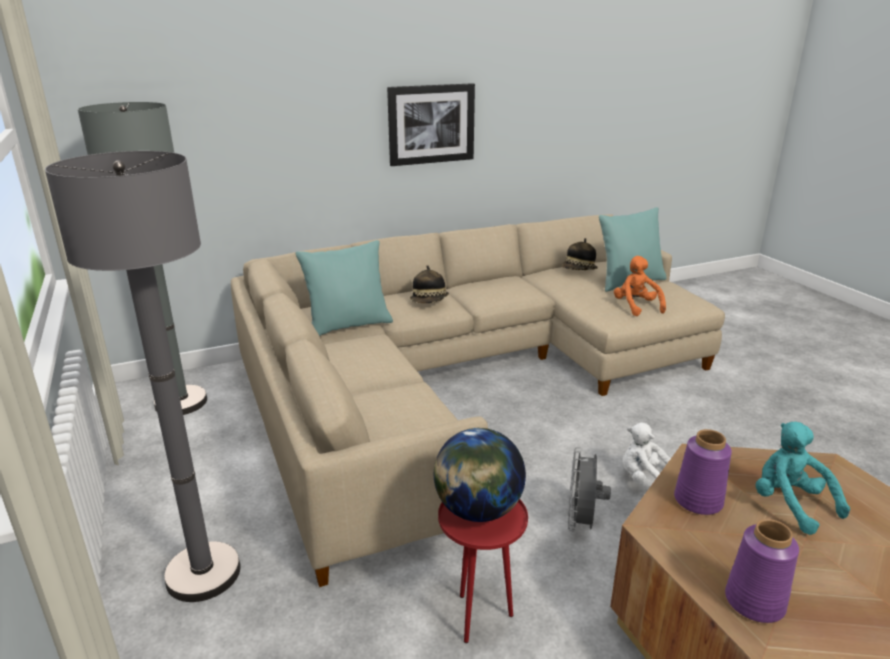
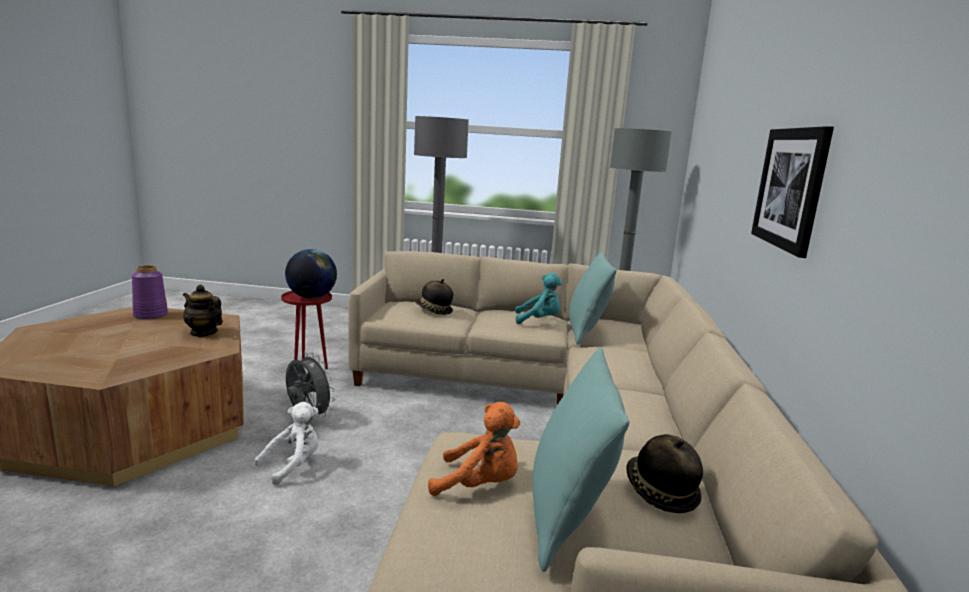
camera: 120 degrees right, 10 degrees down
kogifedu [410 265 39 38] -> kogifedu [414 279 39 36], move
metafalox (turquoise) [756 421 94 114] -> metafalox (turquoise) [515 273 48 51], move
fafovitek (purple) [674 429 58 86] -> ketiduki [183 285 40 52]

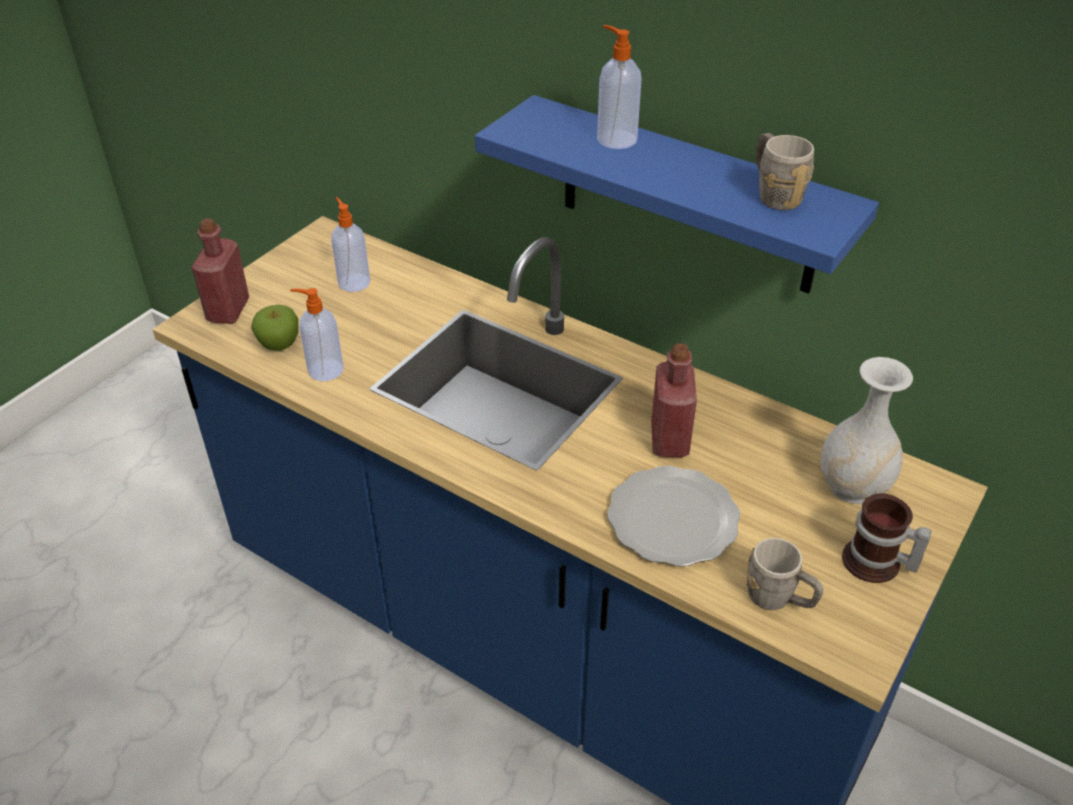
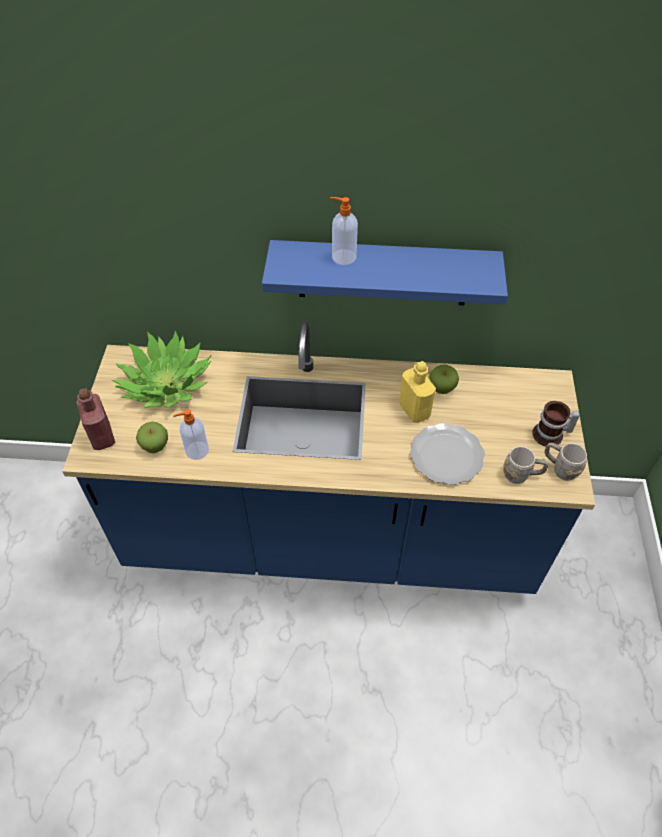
camera: 30 degrees left, 10 degrees up
fafovitek (white) [820 357 93 147] -> none
none -> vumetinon [430 365 29 29]
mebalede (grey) [756 133 58 77] -> mebalede (grey) [544 443 43 38], move
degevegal [331 197 39 95] -> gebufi [112 330 100 78]
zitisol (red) [651 344 46 113] -> zitisol (yellow) [399 361 37 62]

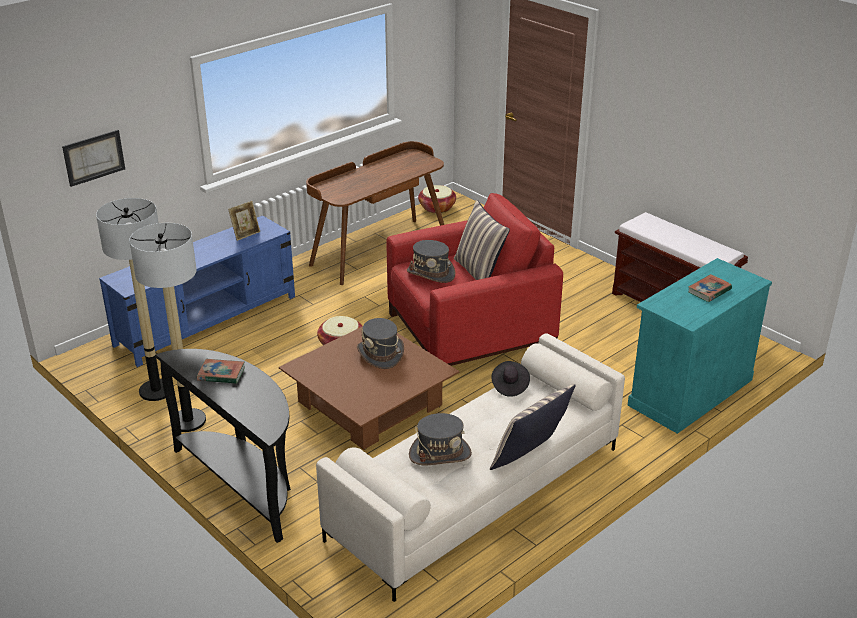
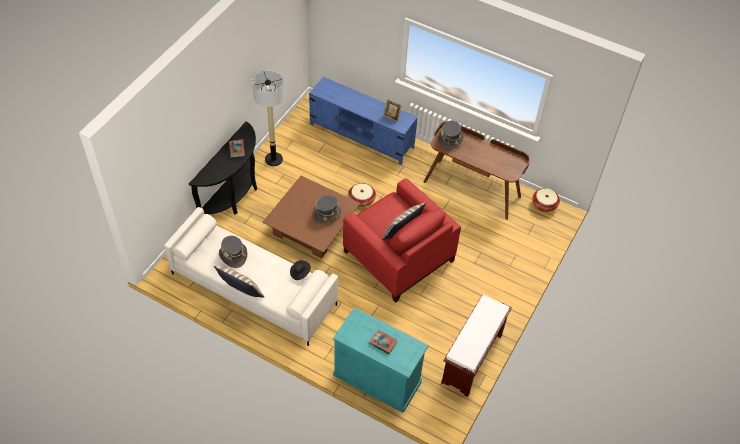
camera: 70 degrees right, 20 degrees up
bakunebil [62 130 63 57] -> none
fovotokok [96 198 69 203] -> none
kogifedu (grey) [407 240 48 43] -> kogifedu (grey) [438 121 26 30], move

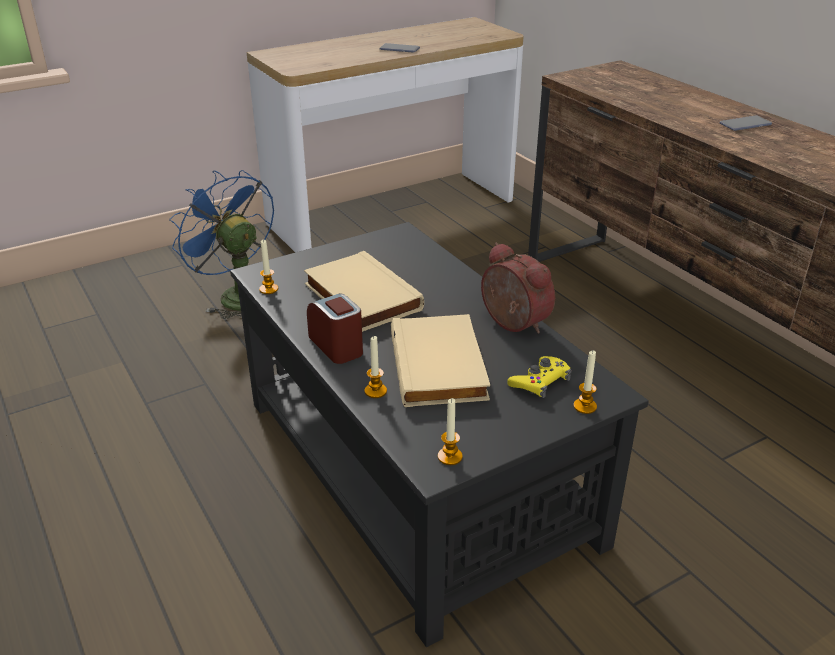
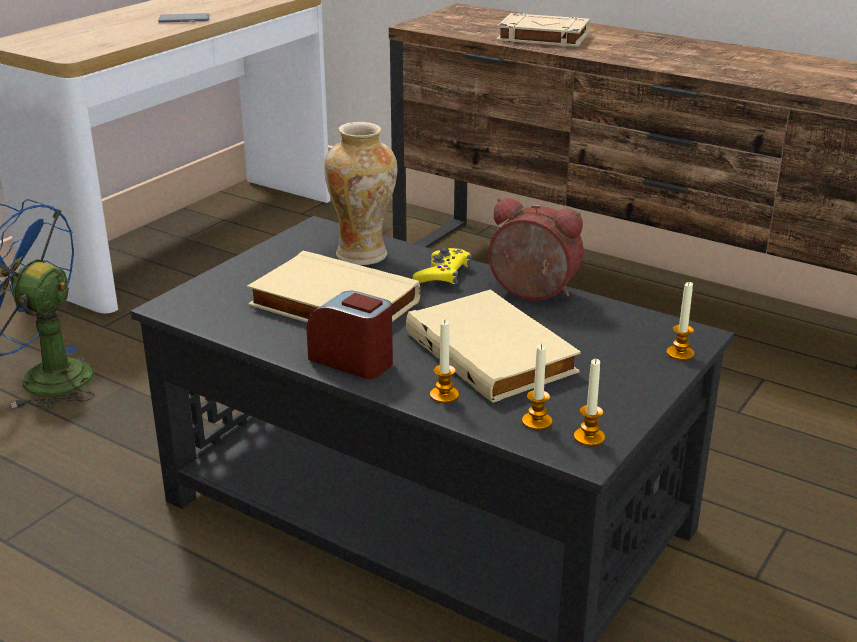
camera: 25 degrees left, 5 degrees down
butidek [720 116 52 15] -> none
none -> fafovitek [324 122 74 143]
none -> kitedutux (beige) [497 13 93 34]
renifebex [259 239 19 55] -> renifebex [522 344 30 86], move
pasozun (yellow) [507 356 65 42] -> pasozun (yellow) [412 248 60 37], move

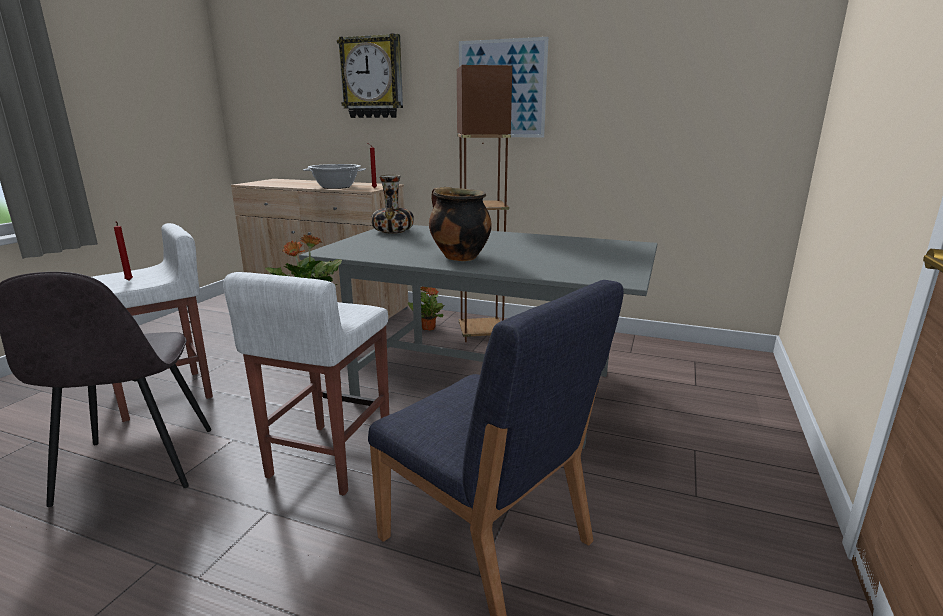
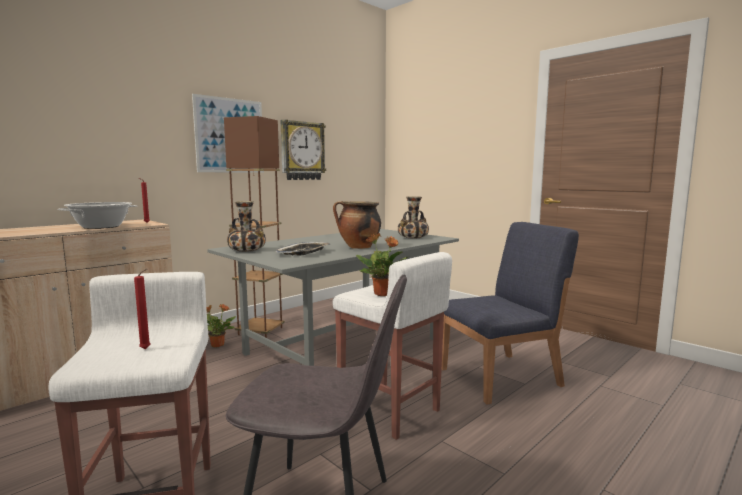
camera: 65 degrees left, 10 degrees down
none -> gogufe [275 242 55 14]
none -> fafovitek [398 196 31 43]
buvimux [337 33 66 85] -> buvimux [281 120 45 60], move

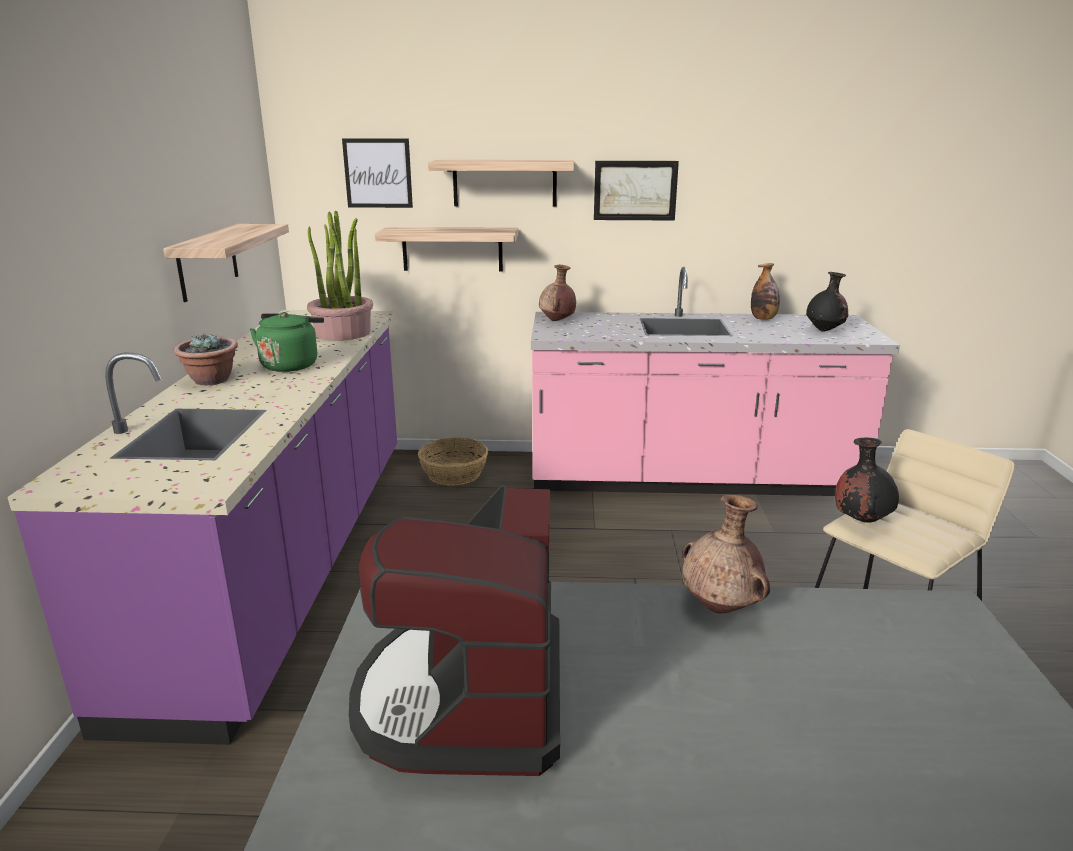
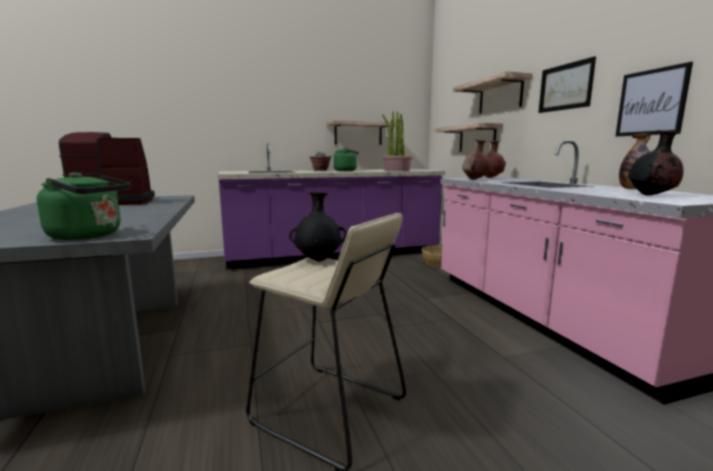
camera: 70 degrees right, 10 degrees down
none -> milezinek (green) [37 172 93 68]
bakunebil [342 138 71 70] -> bakunebil [616 62 77 74], move
fafovitek (brown) [682 495 88 119] -> fafovitek (brown) [462 140 28 40], move

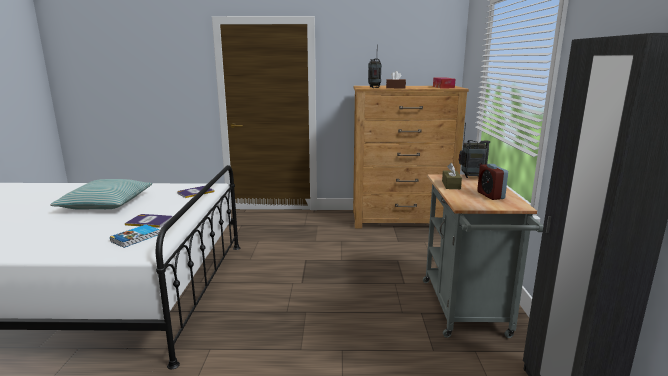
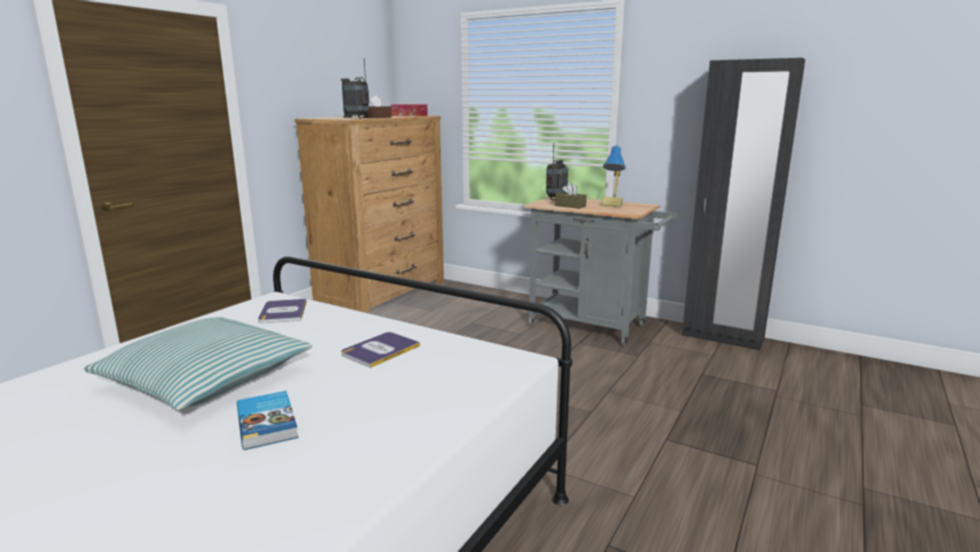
camera: 60 degrees left, 0 degrees up
kitedutux [110 225 49 23] -> kitedutux [237 391 61 59], move
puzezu [477 164 31 36] -> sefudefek [601 145 25 62]

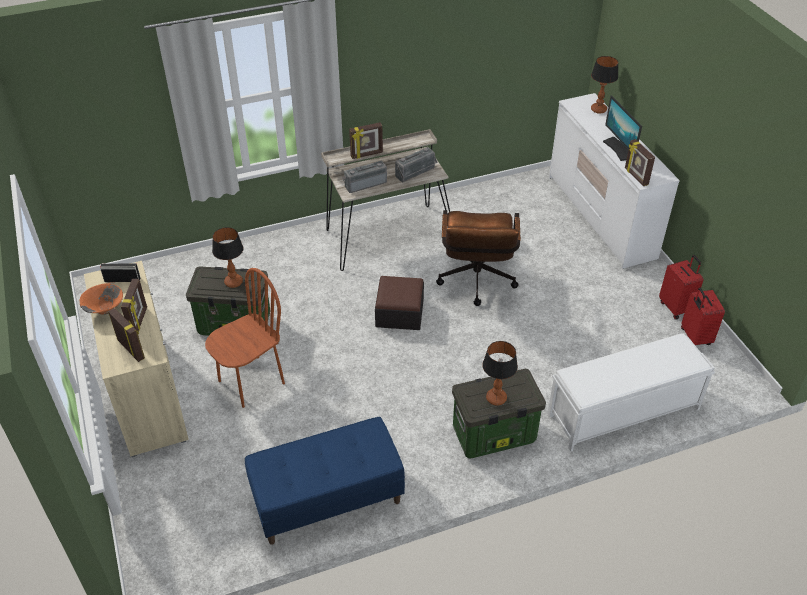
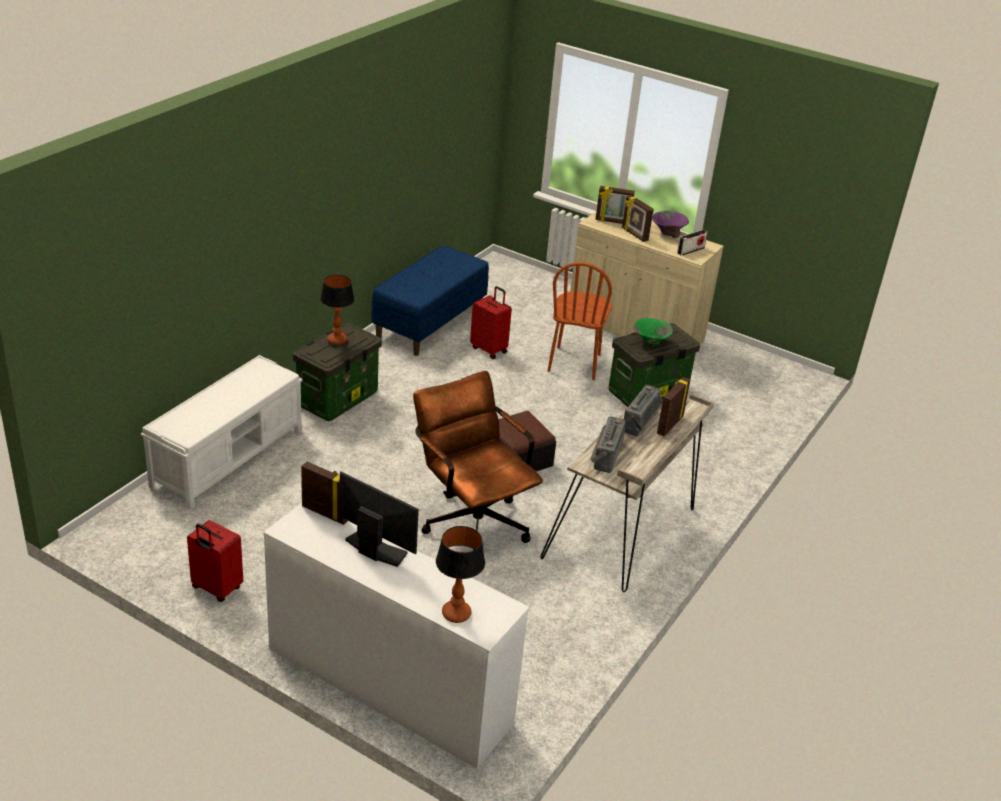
camera: 140 degrees right, 10 degrees down
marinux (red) [681 288 44 58] -> marinux (red) [470 286 42 73], move
sefudefek [212 227 32 61] -> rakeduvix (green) [633 318 40 27]
rakeduvix (orange) [80 283 43 32] -> rakeduvix (purple) [652 211 37 28]

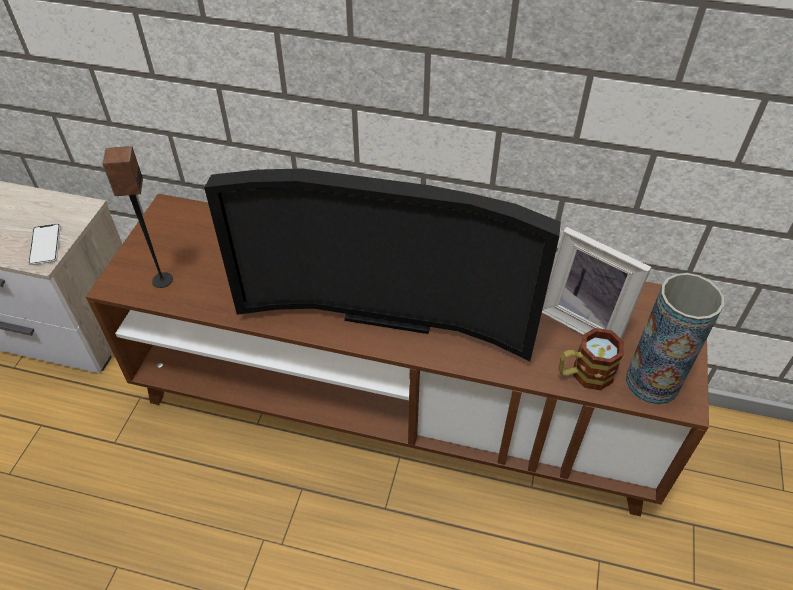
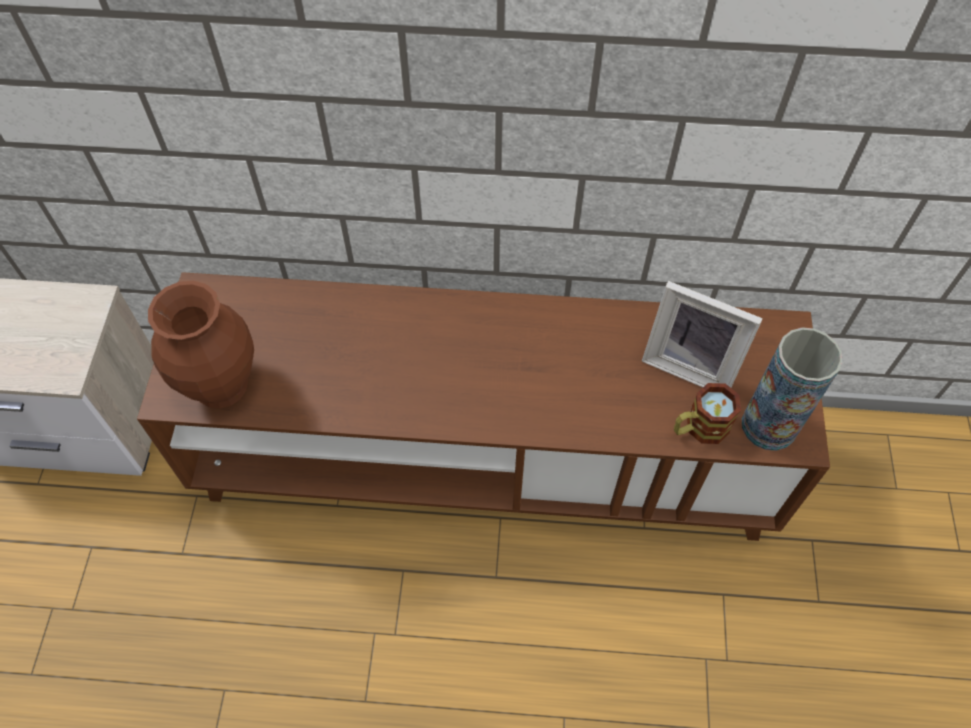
camera: 10 degrees left, 10 degrees up
butidek [28 224 33 41] -> none
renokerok [204 169 357 192] -> none
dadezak [102 146 71 142] -> fafovitek (brown) [148 281 106 128]

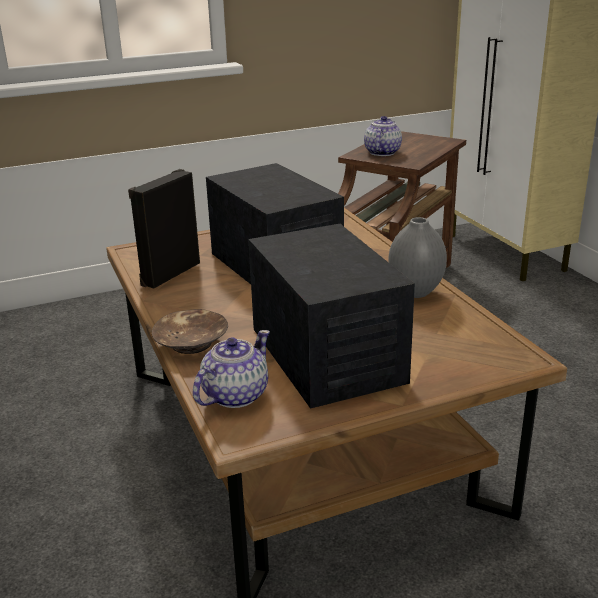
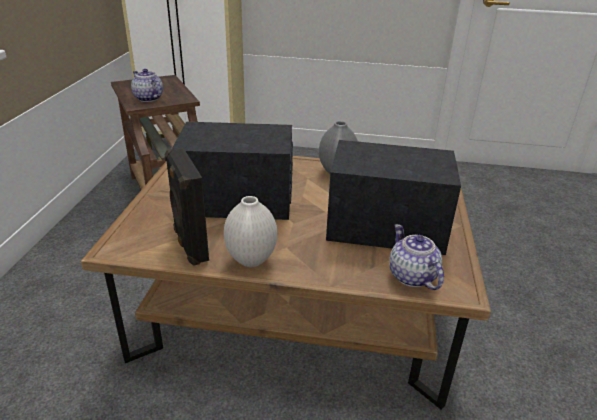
camera: 60 degrees left, 5 degrees up
rakeduvix (brown) [152 309 76 45] -> none
none -> fafovitek (white) [224 196 53 71]

